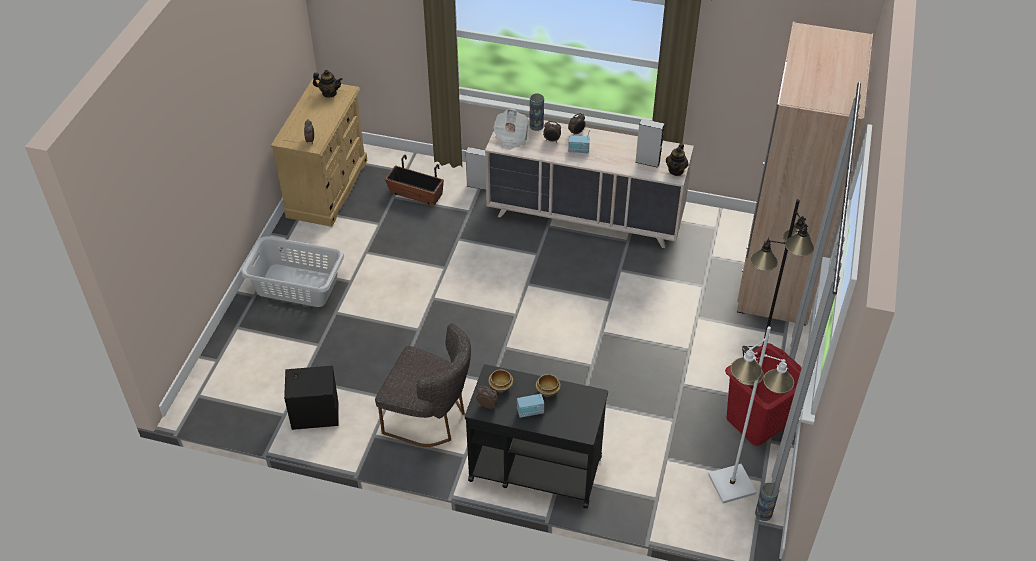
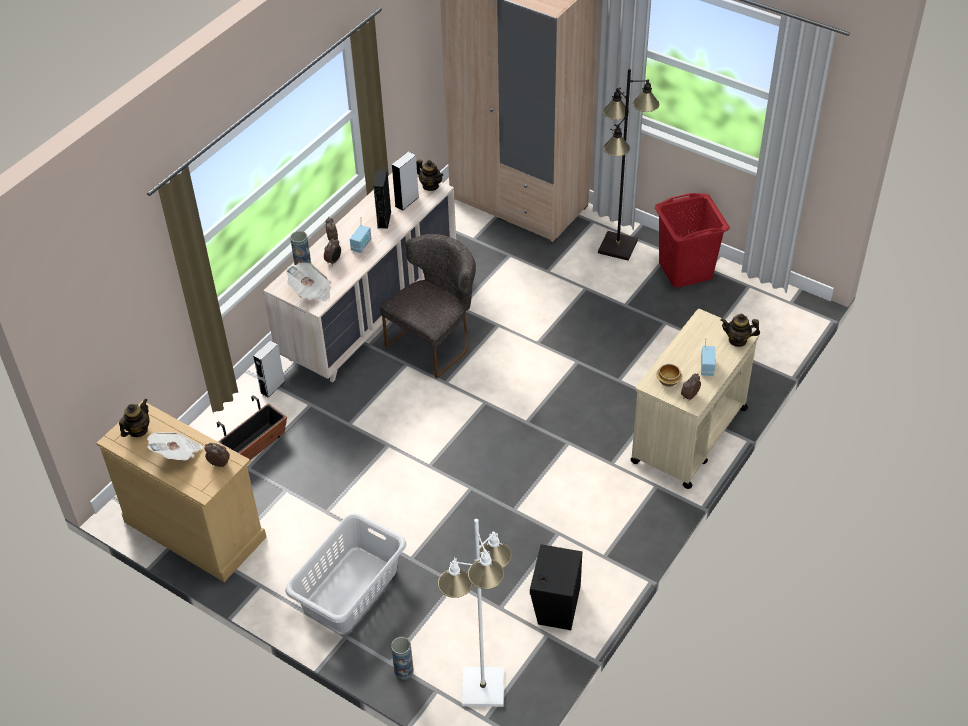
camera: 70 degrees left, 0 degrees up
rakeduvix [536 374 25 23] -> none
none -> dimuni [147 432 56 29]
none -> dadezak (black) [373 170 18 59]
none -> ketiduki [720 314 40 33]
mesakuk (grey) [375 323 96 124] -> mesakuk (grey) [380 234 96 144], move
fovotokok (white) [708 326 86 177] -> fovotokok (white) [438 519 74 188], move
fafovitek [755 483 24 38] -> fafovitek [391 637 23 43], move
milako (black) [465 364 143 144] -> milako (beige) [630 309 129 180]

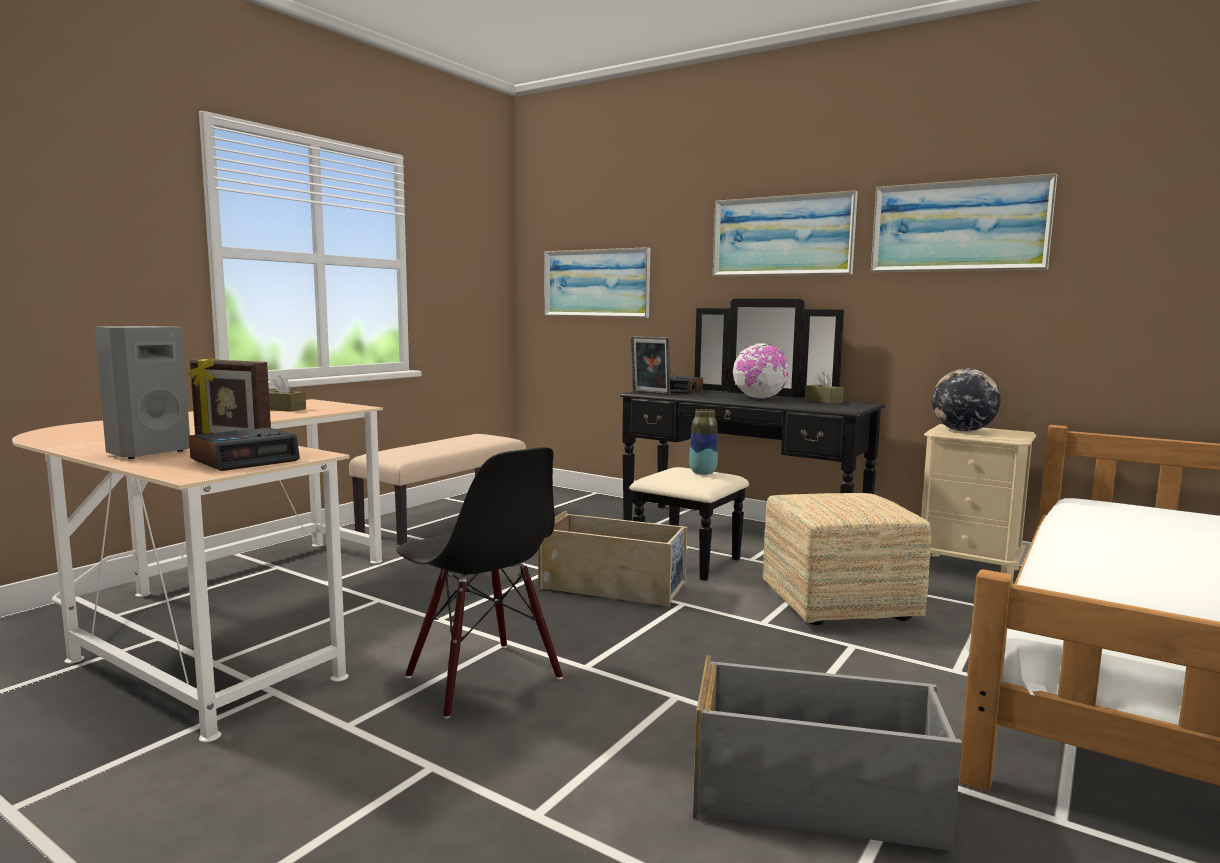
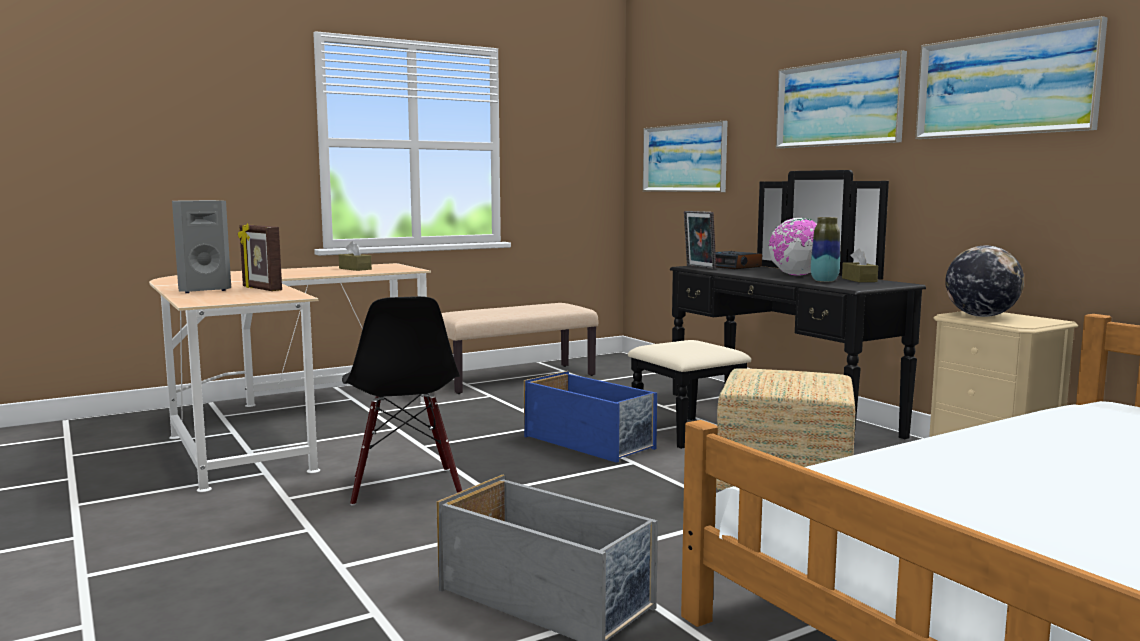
camera: 25 degrees right, 0 degrees up
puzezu [189 427 111 44] -> none
fafovitek [689 409 29 66] -> fafovitek [811 217 29 65], move
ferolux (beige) [538 511 149 96] -> ferolux (blue) [524 371 133 92]

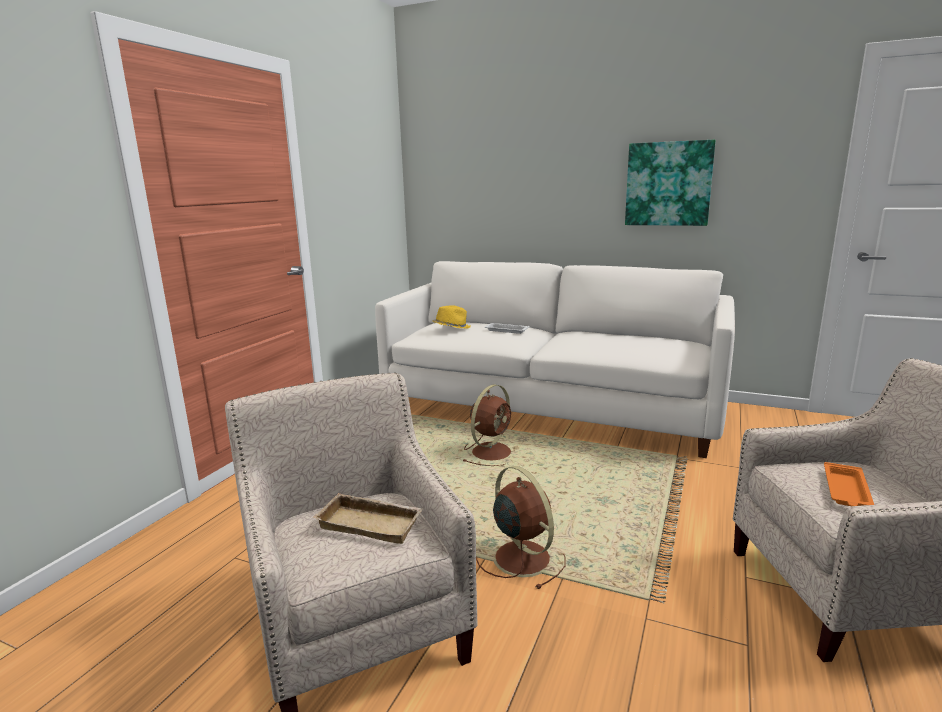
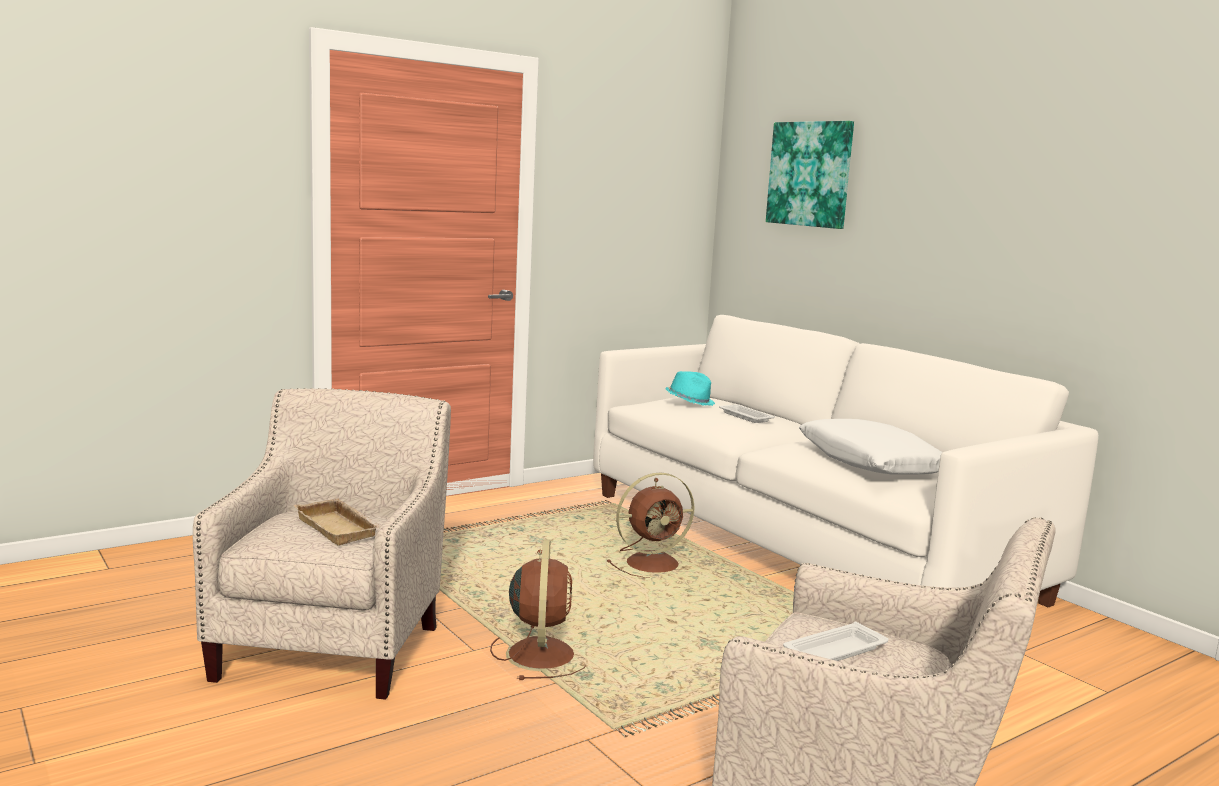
camera: 30 degrees right, 5 degrees down
none -> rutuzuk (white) [799 419 143 56]
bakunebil [625 140 91 86] -> bakunebil [766 121 88 108], move
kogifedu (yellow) [433 305 37 24] -> kogifedu (turquoise) [665 371 50 35]
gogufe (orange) [824 462 50 44] -> gogufe (white) [783 622 106 39]

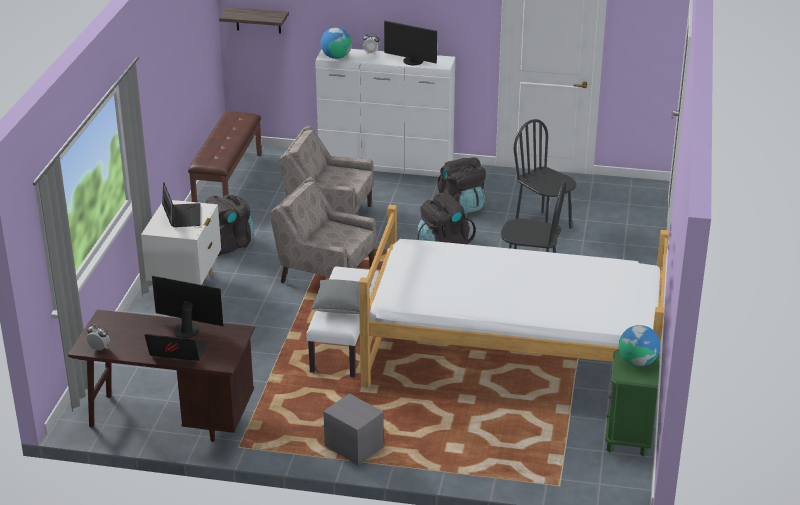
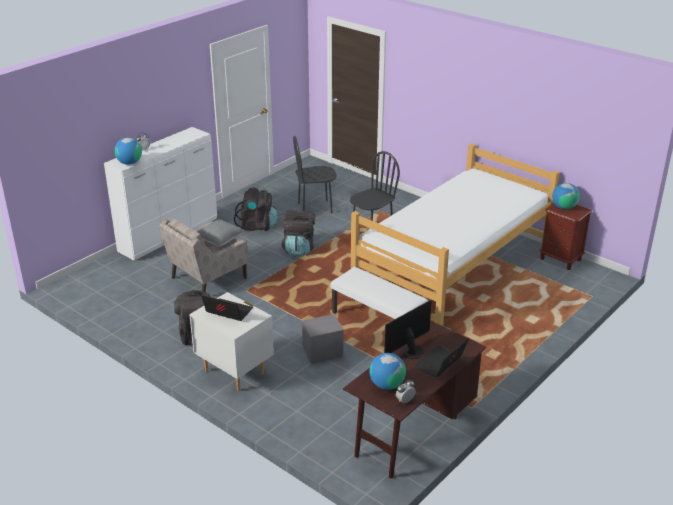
camera: 60 degrees left, 0 degrees up
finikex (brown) [188 112 74 90] -> none
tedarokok [219 7 70 27] -> none
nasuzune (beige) [270 177 106 106] -> none
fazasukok [384 20 53 45] -> none
none -> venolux [370 353 36 37]
rutuzuk (grey) [311 279 60 35] -> rutuzuk (grey) [197 219 49 27], move
ferolux (grey) [323 394 61 72] -> ferolux (grey) [302 314 42 50], move
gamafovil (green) [605 349 55 108] -> gamafovil (brown) [540 203 52 67]

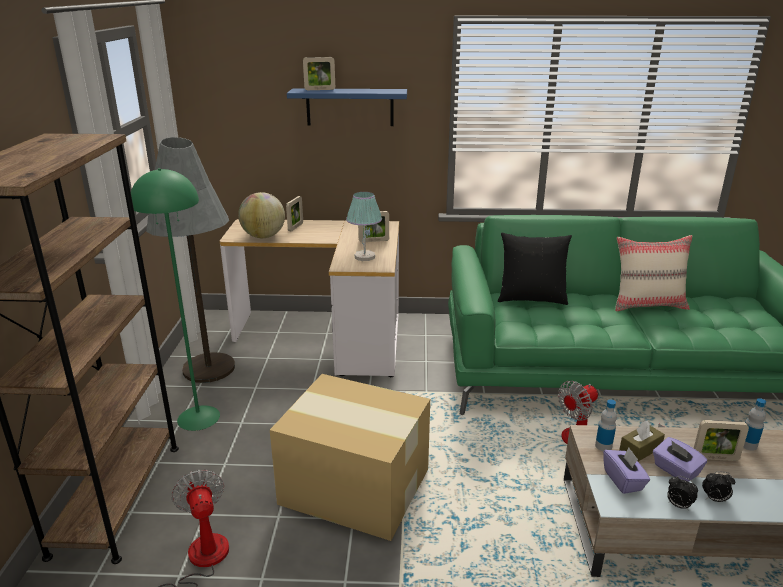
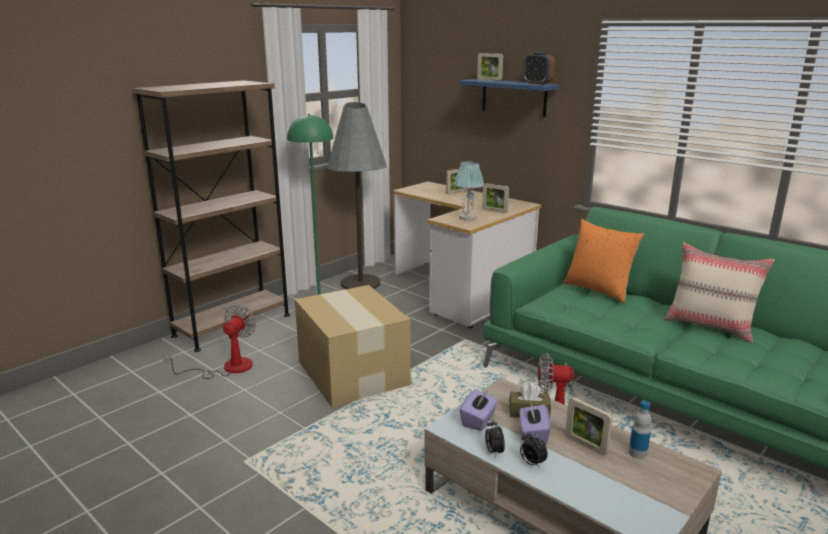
camera: 40 degrees right, 5 degrees down
venolux [238 192 47 46] -> none
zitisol [595 399 22 53] -> none
none -> puzezu [523 52 32 33]
rutuzuk (black) [498 233 74 72] -> rutuzuk (orange) [563 219 81 84]

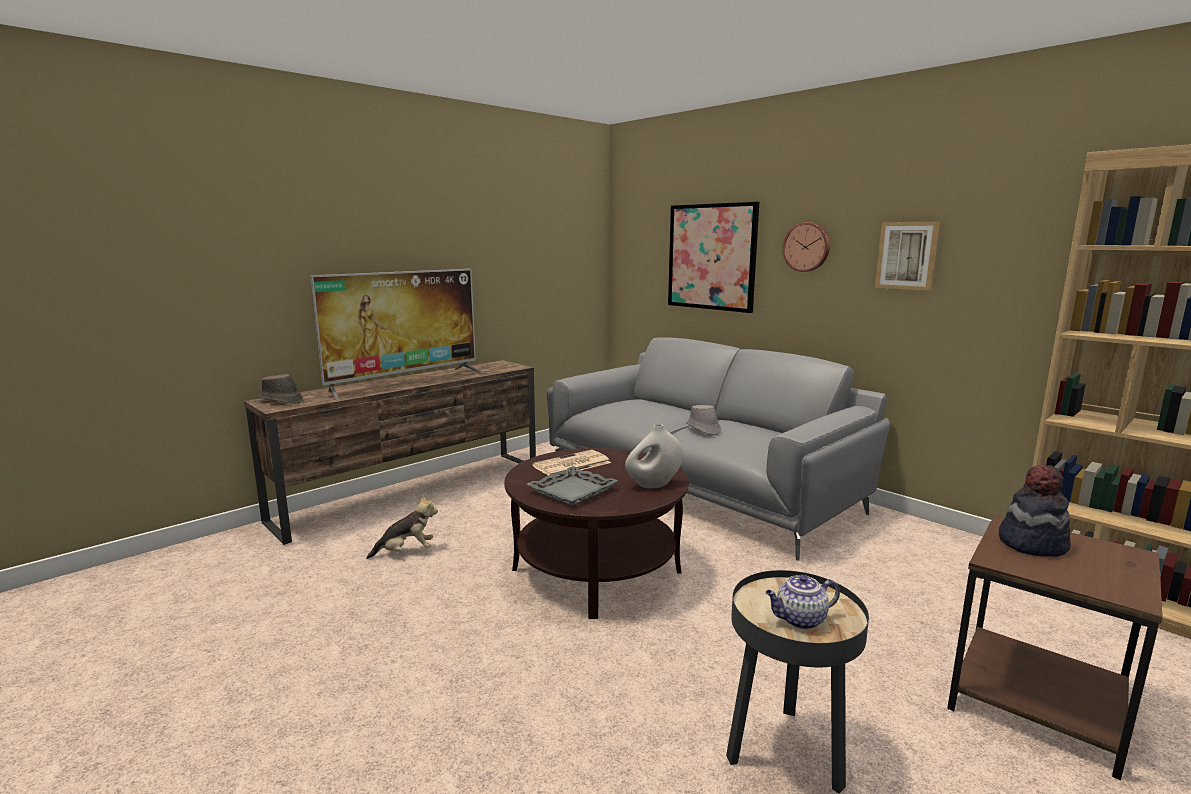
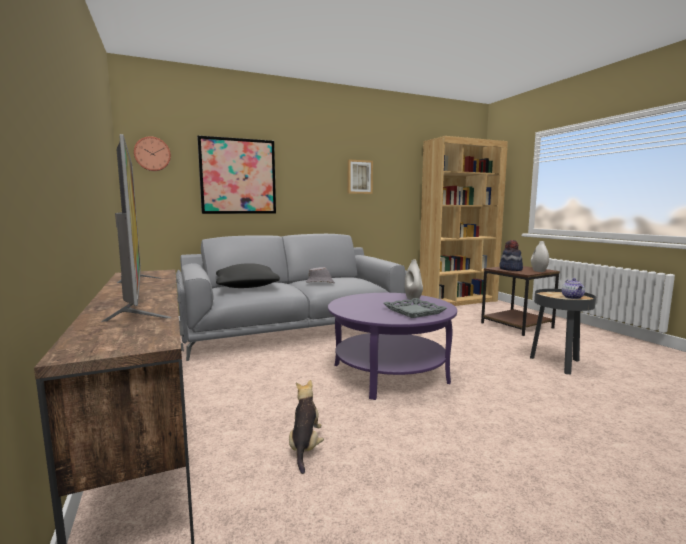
camera: 70 degrees left, 5 degrees down
kogifedu (brown) [258 374 45 30] -> none
dimuni [532 450 79 26] -> none
none -> rutuzuk (black) [216 263 64 25]
none -> fafovitek (white) [531 241 18 31]
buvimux [782 222 48 50] -> buvimux [134 136 37 35], move
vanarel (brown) [504 448 185 171] -> vanarel (purple) [328 293 129 107]

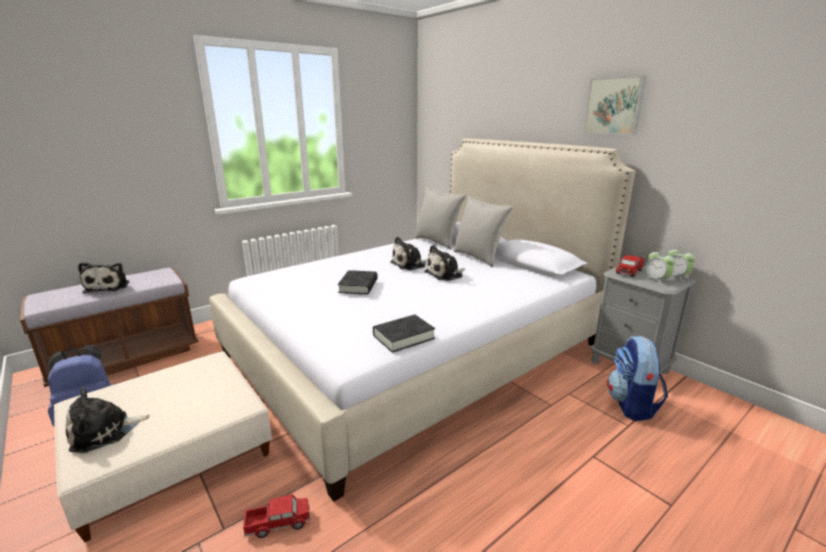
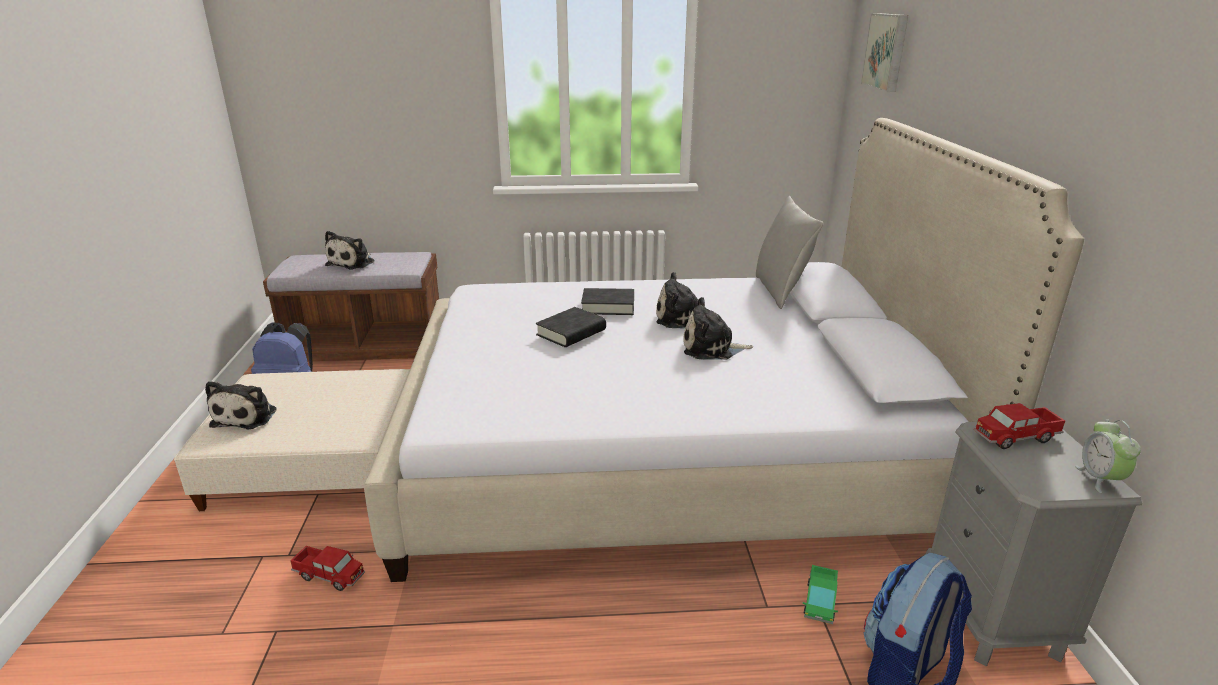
camera: 35 degrees right, 5 degrees up
rutuzuk (grey) [453 196 60 71] -> none
puzezu [644 249 32 36] -> none
none -> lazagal [803 565 35 59]
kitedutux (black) [373 315 62 38] -> kitedutux (black) [581 288 53 27], move
bakunebil [584 76 62 59] -> bakunebil [861 13 47 79], move
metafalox [66 387 84 66] -> metafalox [205 381 71 49], 90 degrees counterclockwise

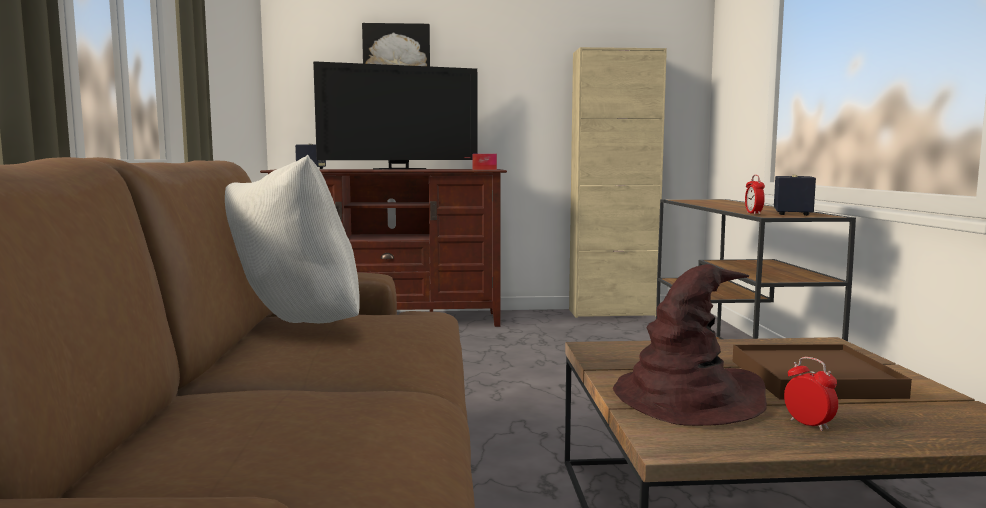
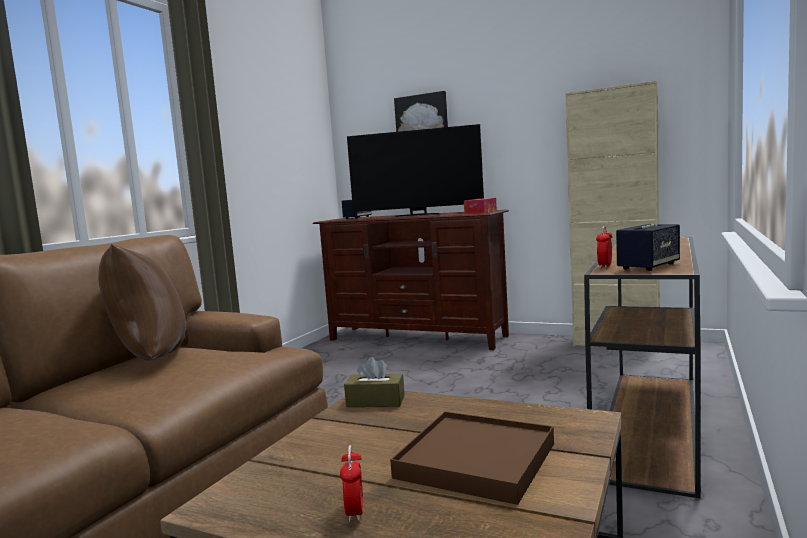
camera: 30 degrees right, 0 degrees up
kogifedu (brown) [613 264 154 162] -> none
none -> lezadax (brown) [344 357 61 50]
rutuzuk (white) [225 155 135 168] -> rutuzuk (brown) [98 244 88 117]

